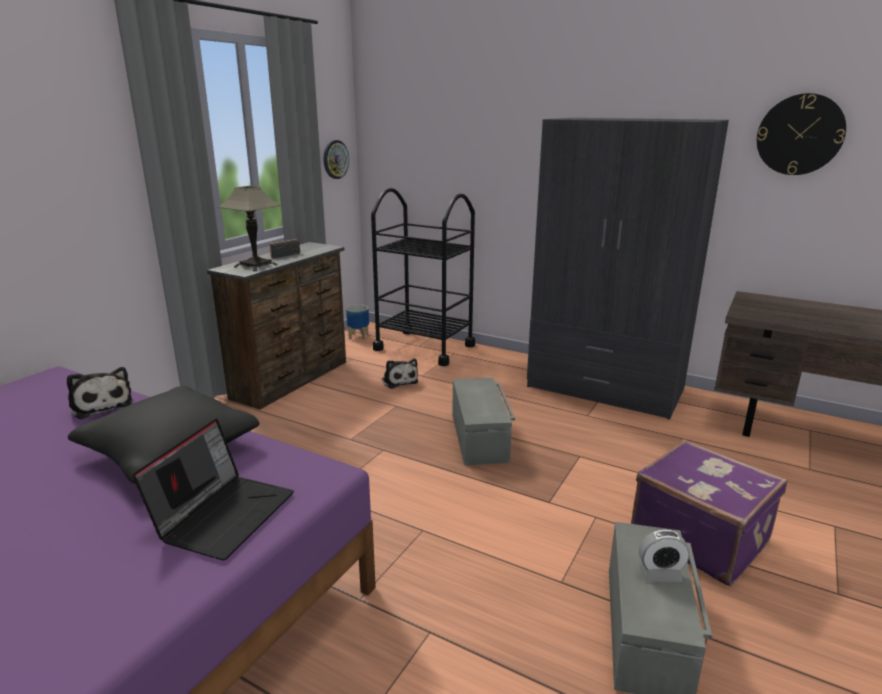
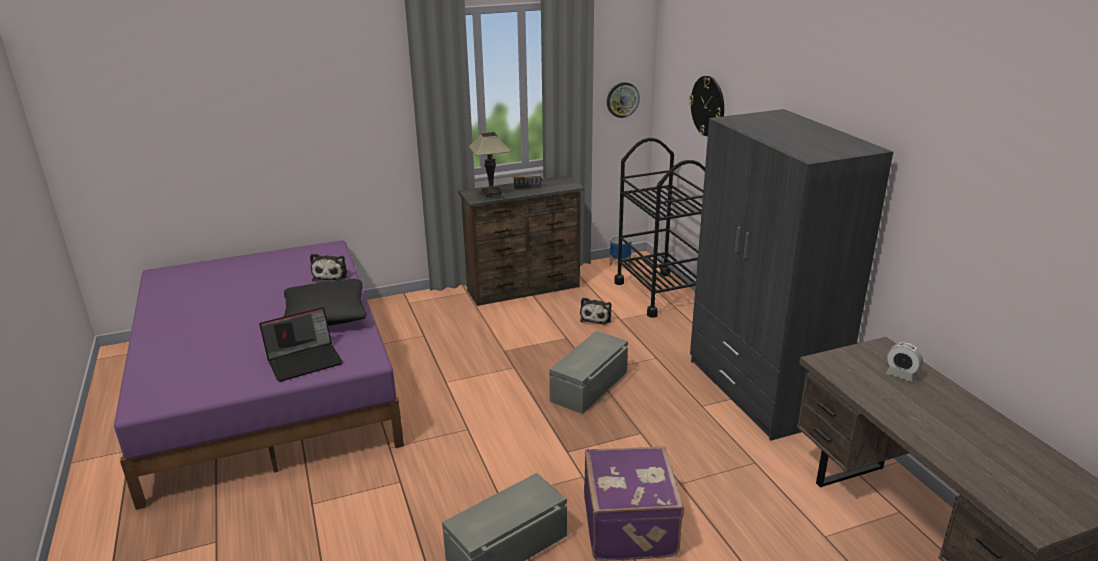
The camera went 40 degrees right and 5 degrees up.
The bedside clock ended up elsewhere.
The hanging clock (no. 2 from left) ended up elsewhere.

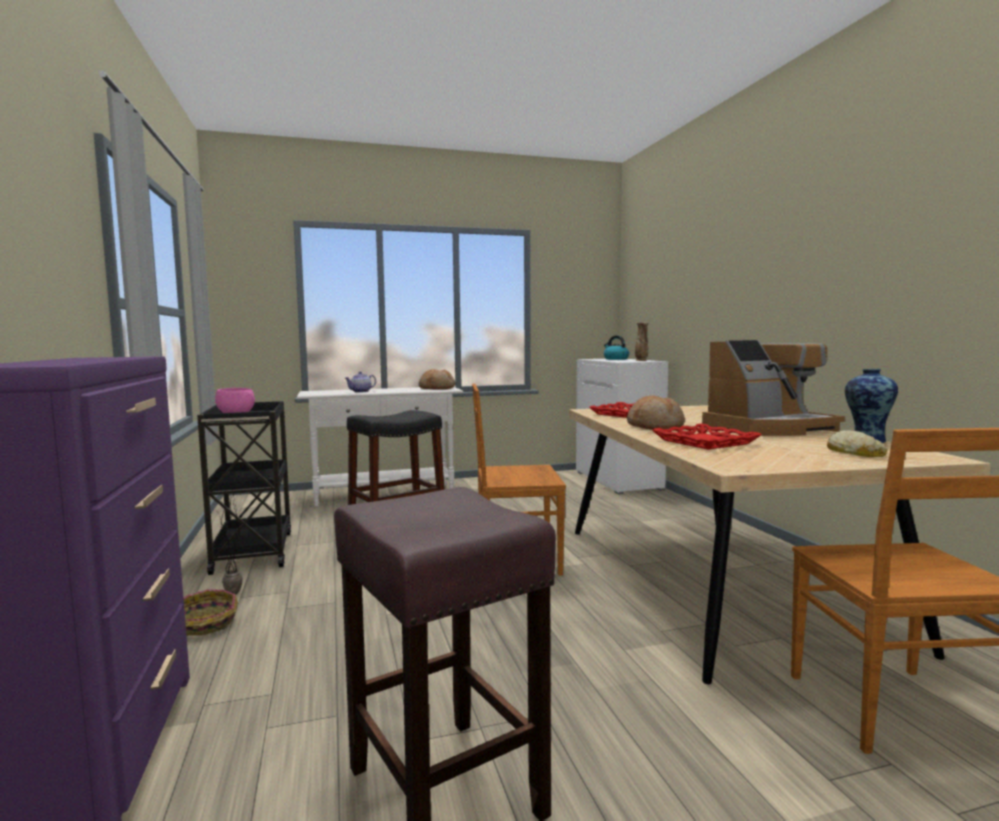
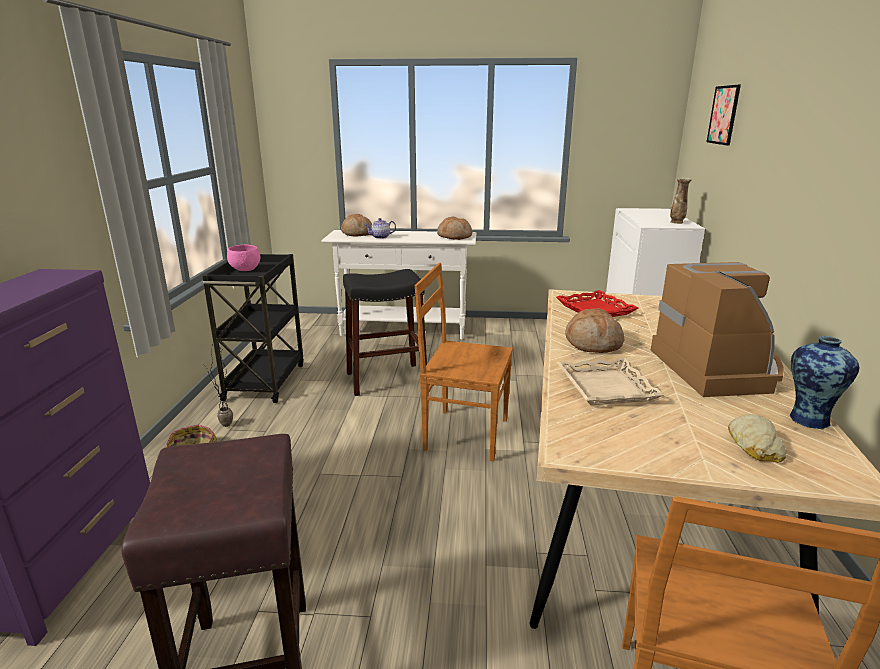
The camera went 20 degrees right and 15 degrees up.
The second view lost the kettle.
What was the red serving tray (no. 2 from left) turned into the beige-coloured serving tray.
The coffee maker ended up facing another way, 90 degrees counterclockwise from before.
The second view gained the bakery bread (no. 1 from left).
The second view gained the wall picture.

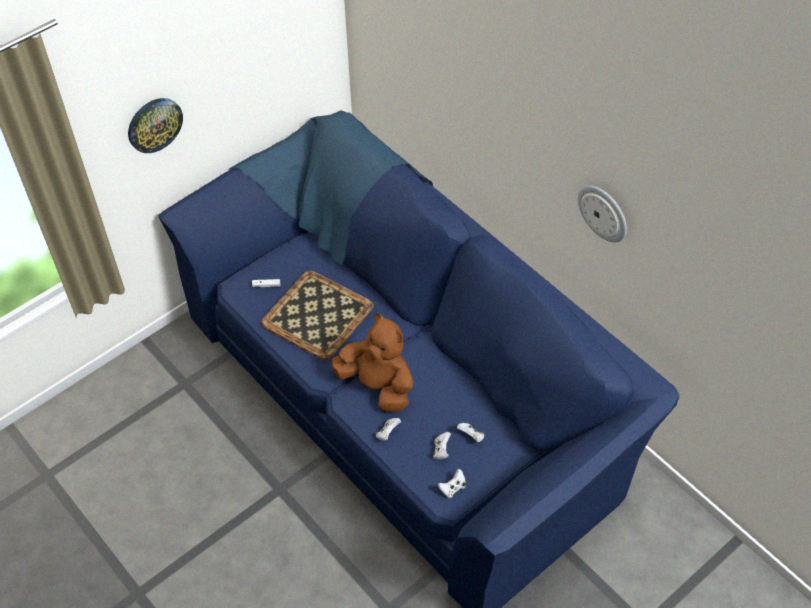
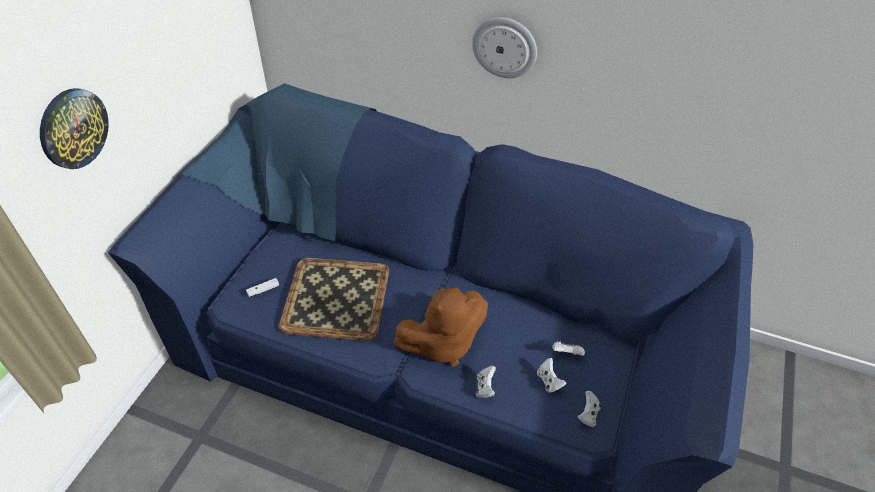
The camera went 30 degrees left and 5 degrees down.
The brown soft toy ended up facing another way, 150 degrees clockwise from before.
The hanging clock (no. 2 from left) ended up elsewhere.

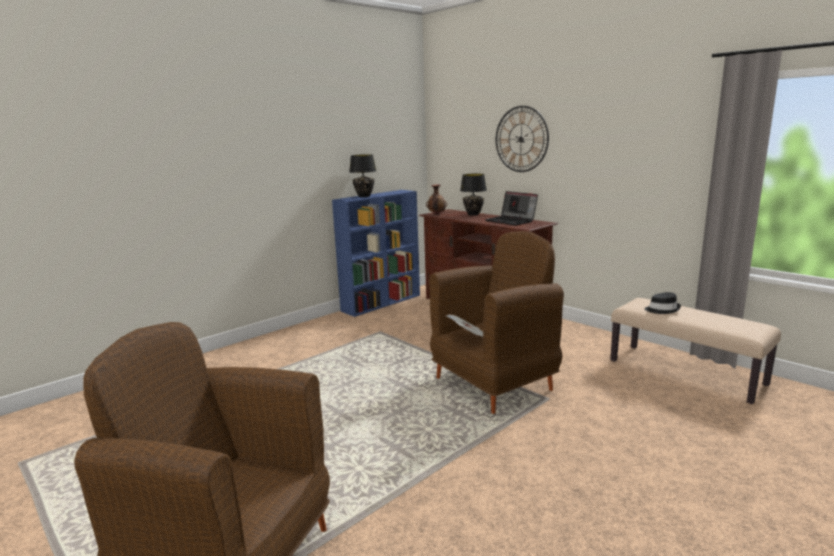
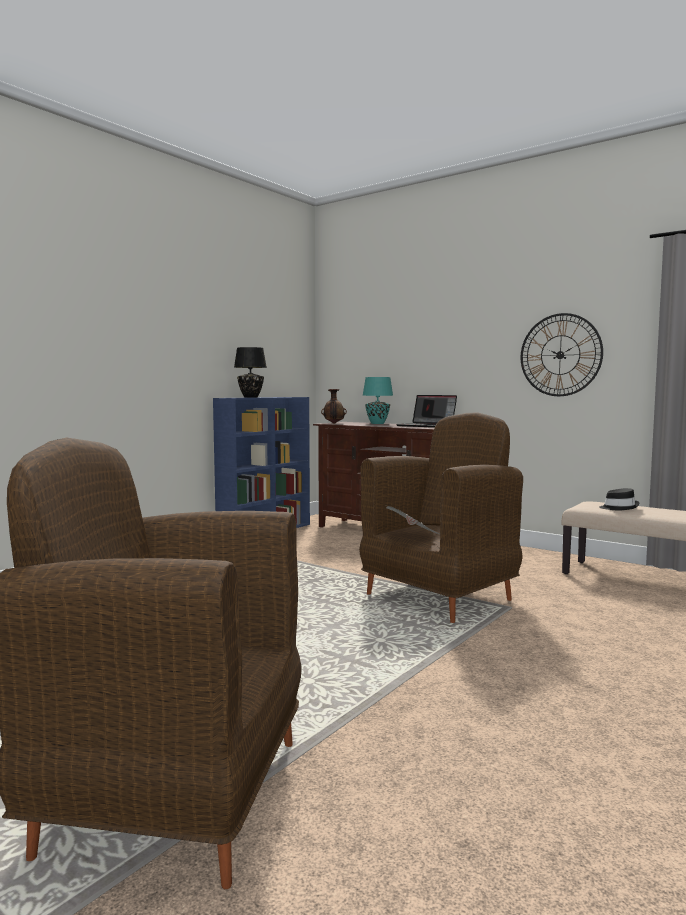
The camera went 10 degrees left and 10 degrees down.
What was the black lamp for a table (no. 2 from left) turned into the turquoise-coloured lamp for a table.
The hanging clock ended up elsewhere.

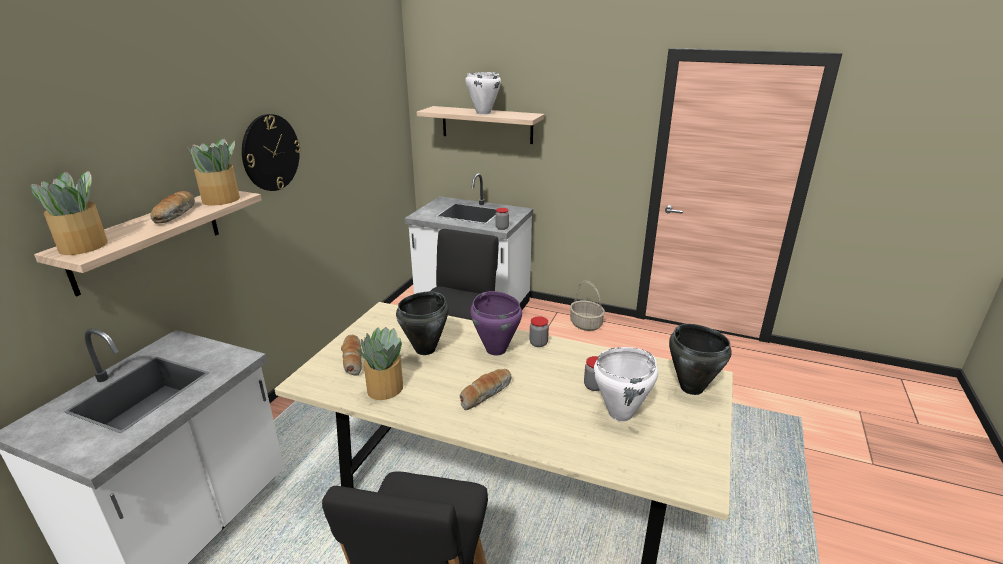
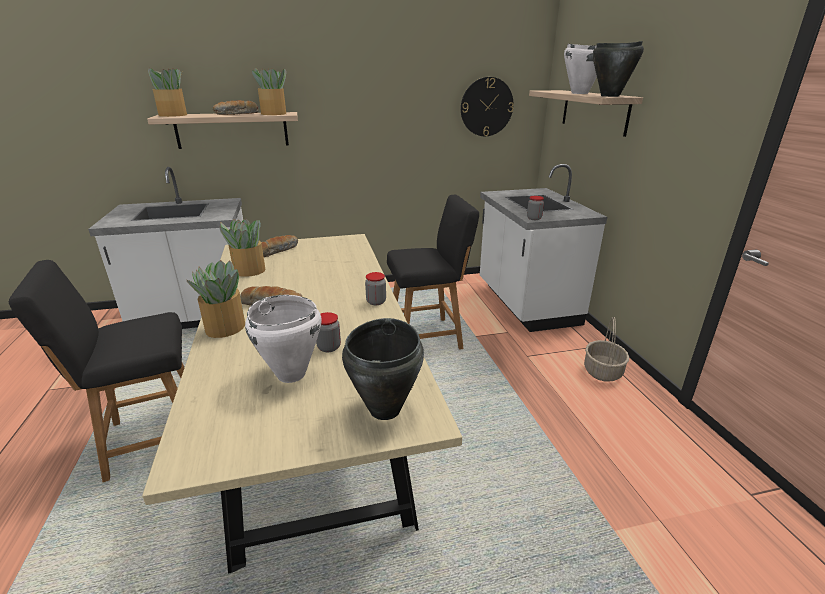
The camera went 55 degrees right and 0 degrees up.
The hanging clock ended up elsewhere.
The black saucepot (no. 1 from left in the first image) ended up elsewhere.
The second view lost the purplish saucepot.
The second view gained the houseplant (no. 2 from left).

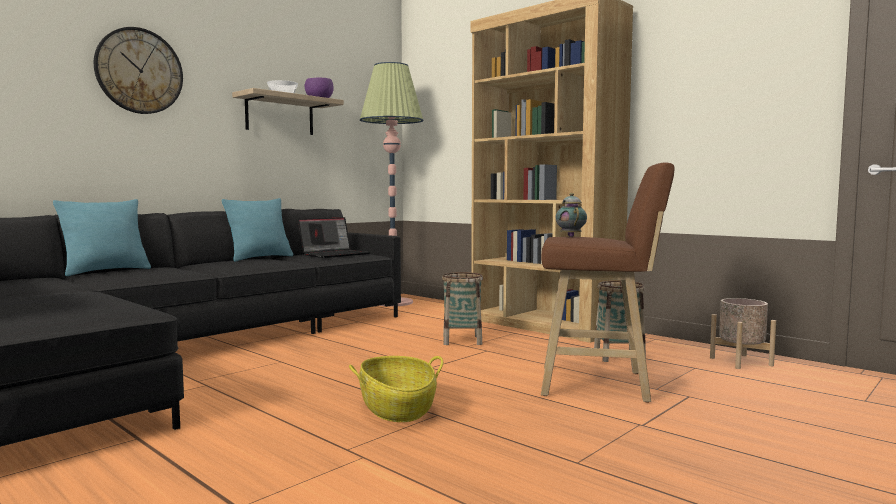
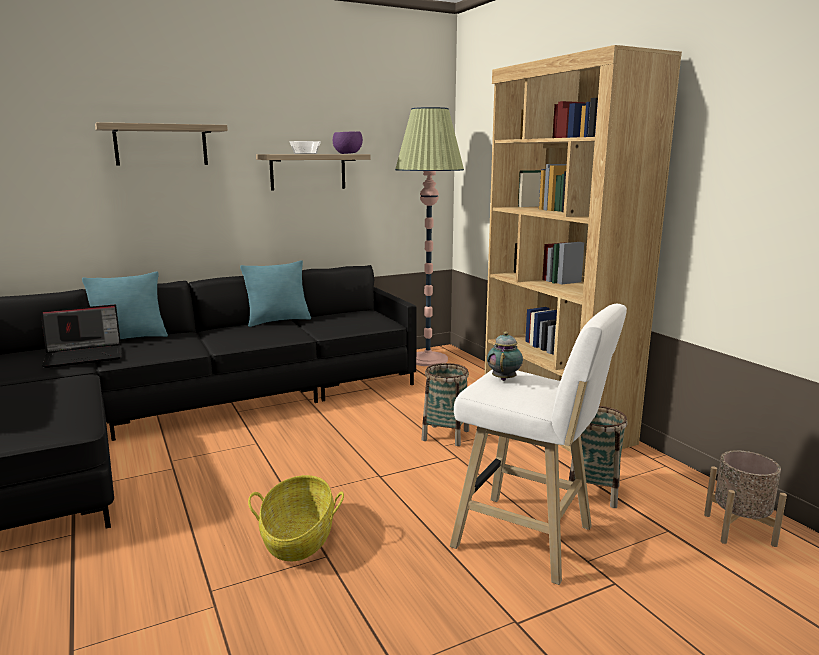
The camera went 20 degrees right and 10 degrees up.
Where the hanging clock hung, the bracket shelf (no. 1 from left) came to hang.
The notebook computer ended up elsewhere.
What was the brown stool seat turned into the white stool seat.

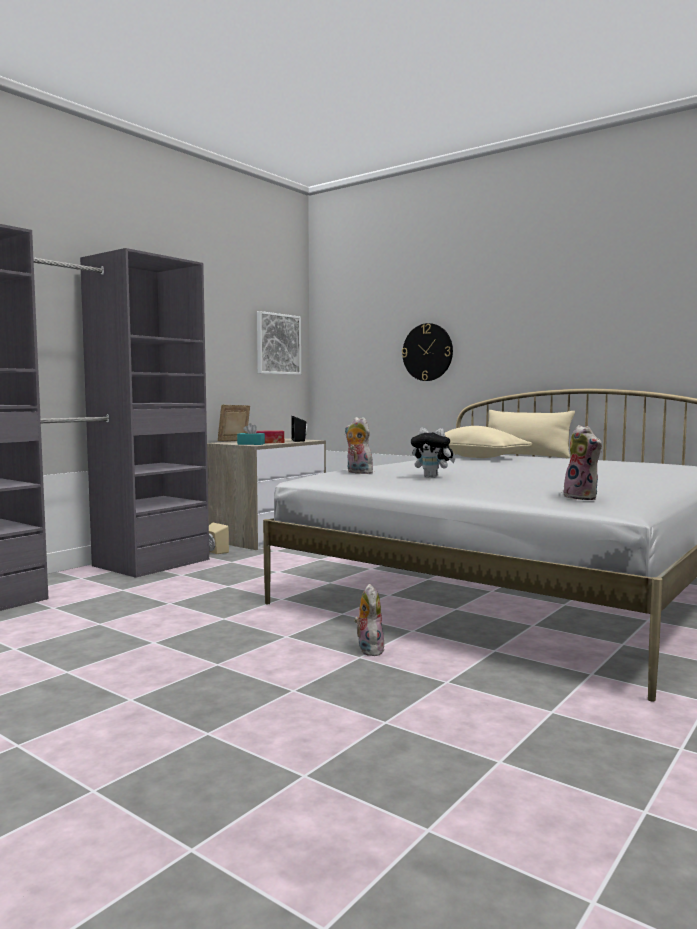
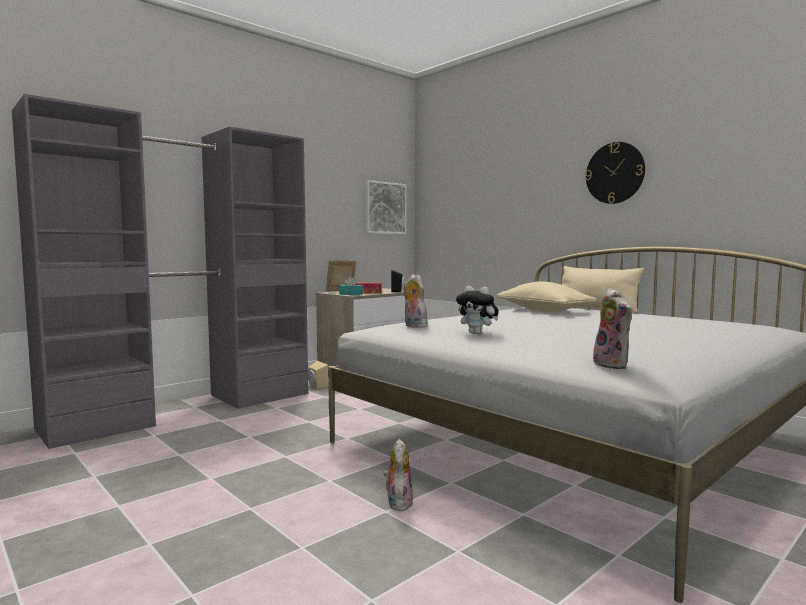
The camera went 10 degrees right and 0 degrees up.
The hanging clock ended up elsewhere.

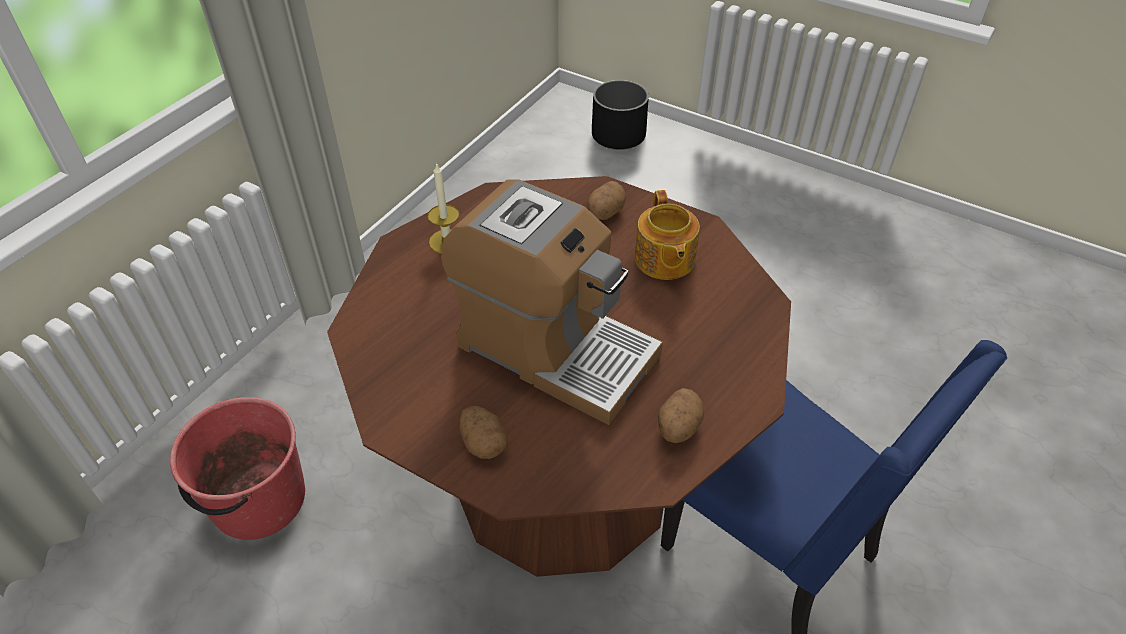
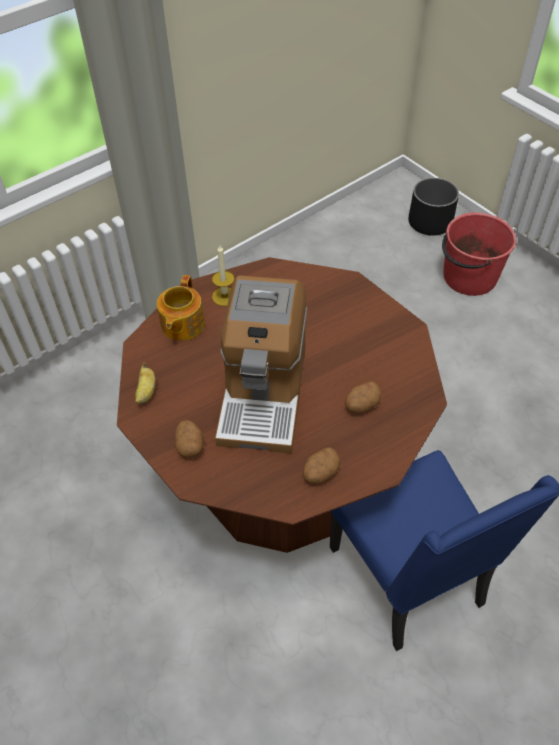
The camera went 20 degrees right and 5 degrees up.
The red pail ended up elsewhere.
The coffee maker ended up facing another way, 45 degrees clockwise from before.
The potato (no. 2 from left in the first image) ended up elsewhere.
The pot for tea ended up elsewhere.
The second view gained the banana fruit.

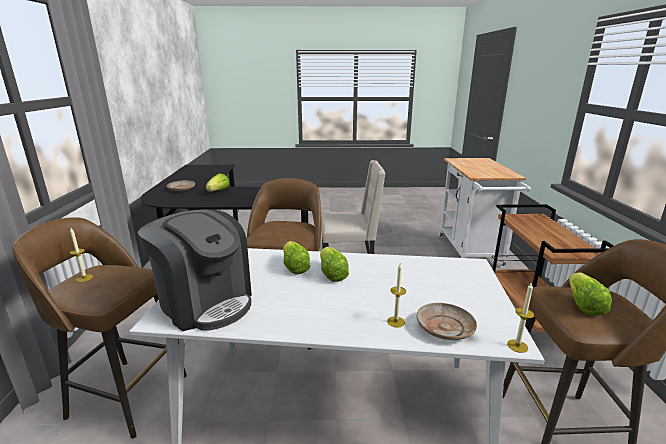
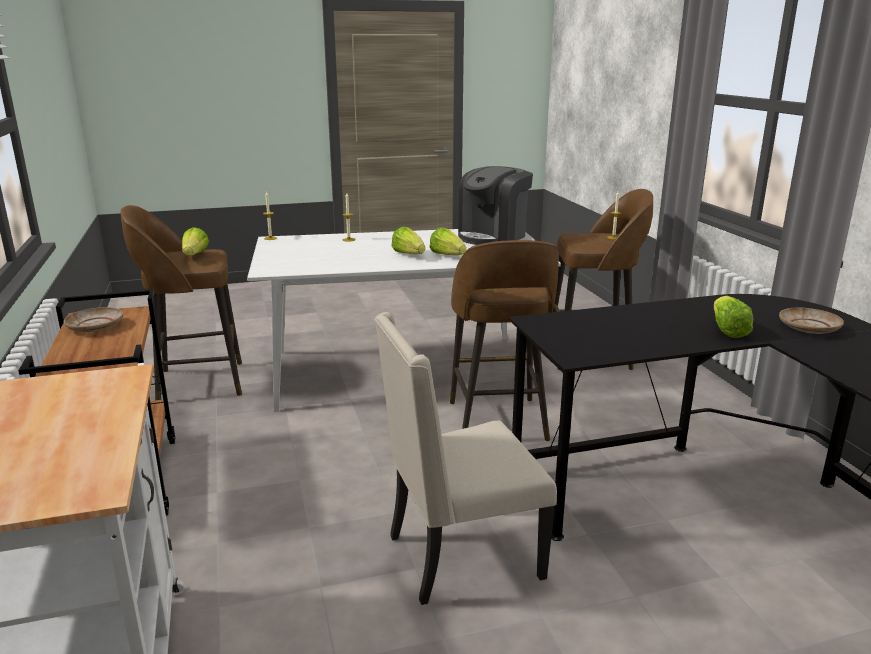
The camera went 165 degrees right and 0 degrees up.
The coffee maker ended up facing another way, 75 degrees counterclockwise from before.
The beige-coloured dinner plate (no. 2 from left in the first image) ended up elsewhere.

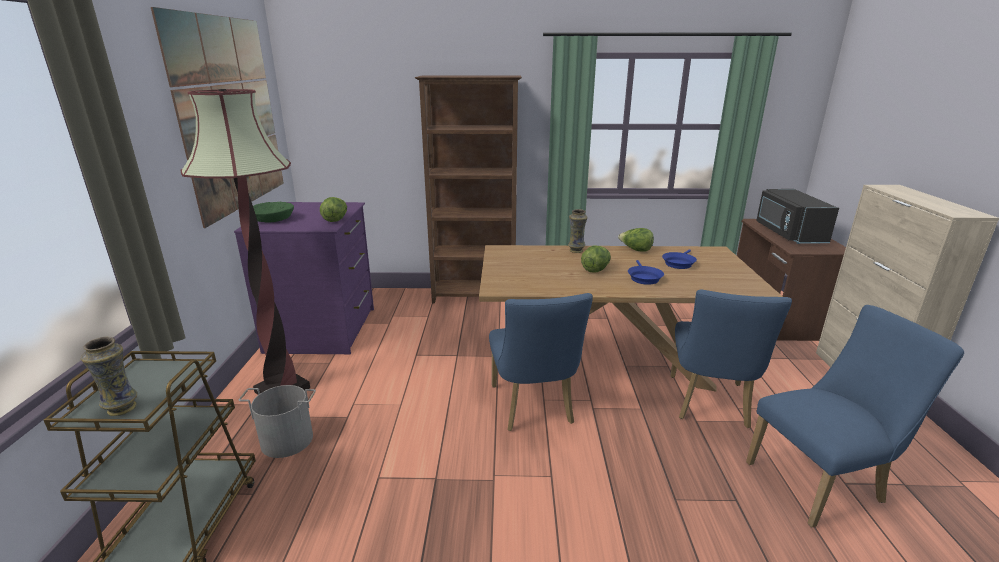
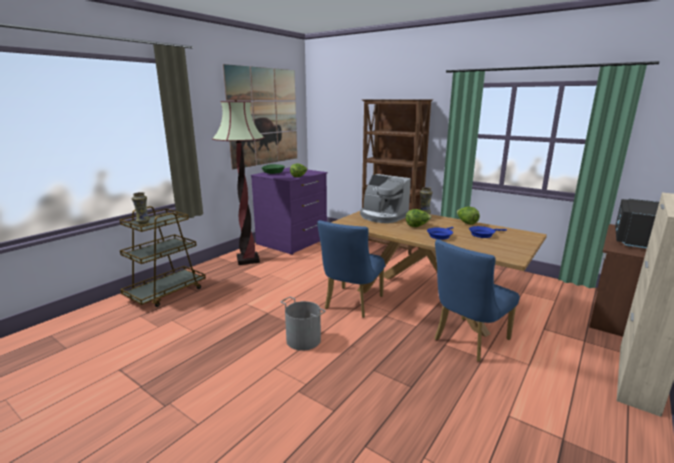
The camera went 35 degrees right and 5 degrees down.
The grey pail ended up elsewhere.
The second view lost the bluish plain chair (no. 3 from left).
The second view gained the coffee maker.

